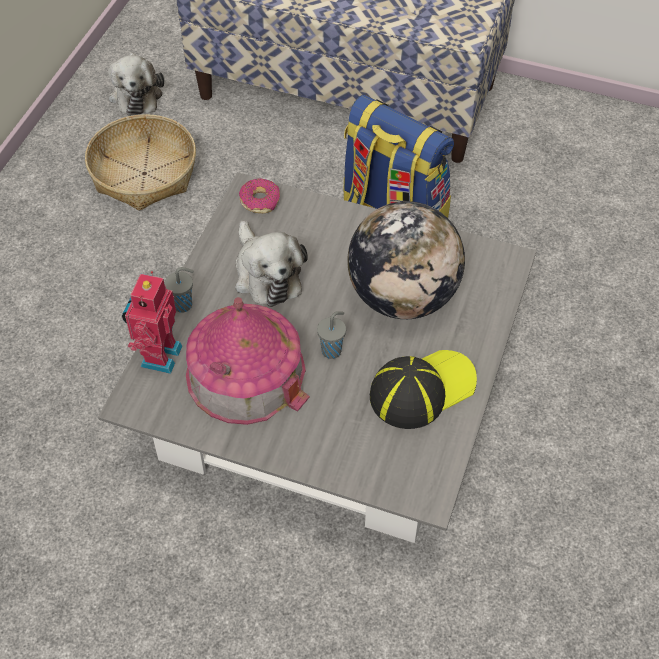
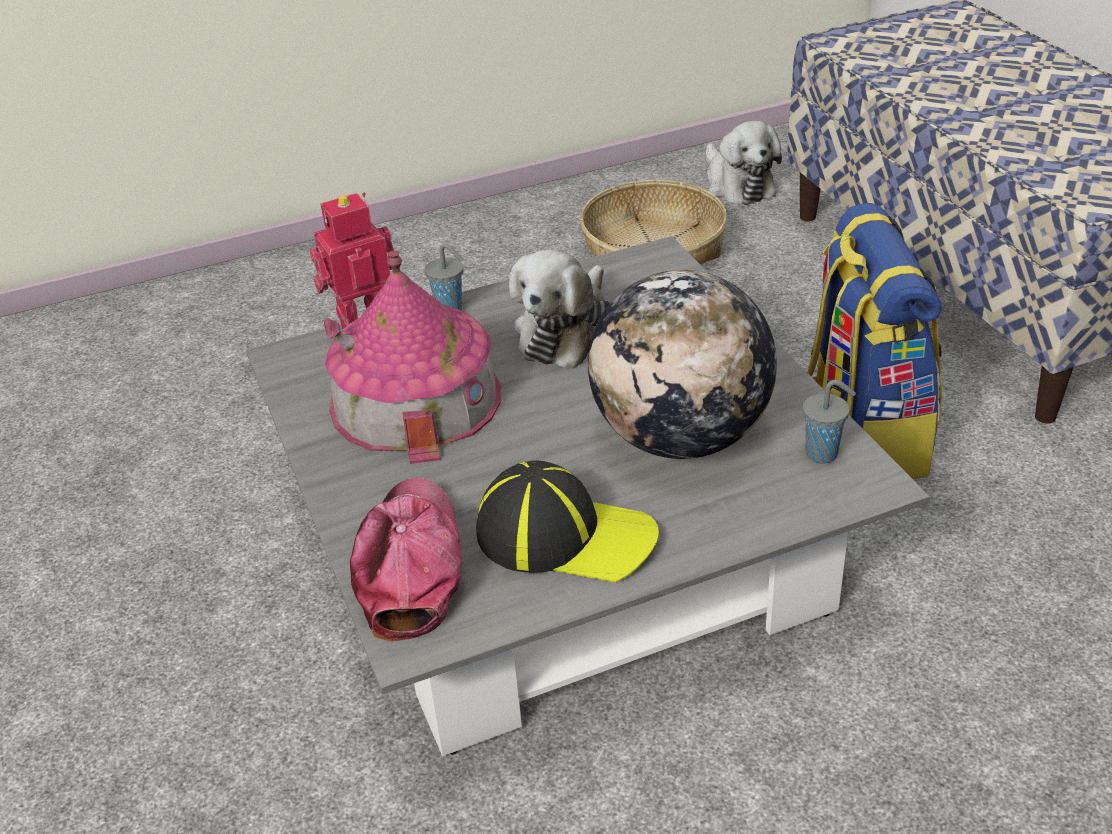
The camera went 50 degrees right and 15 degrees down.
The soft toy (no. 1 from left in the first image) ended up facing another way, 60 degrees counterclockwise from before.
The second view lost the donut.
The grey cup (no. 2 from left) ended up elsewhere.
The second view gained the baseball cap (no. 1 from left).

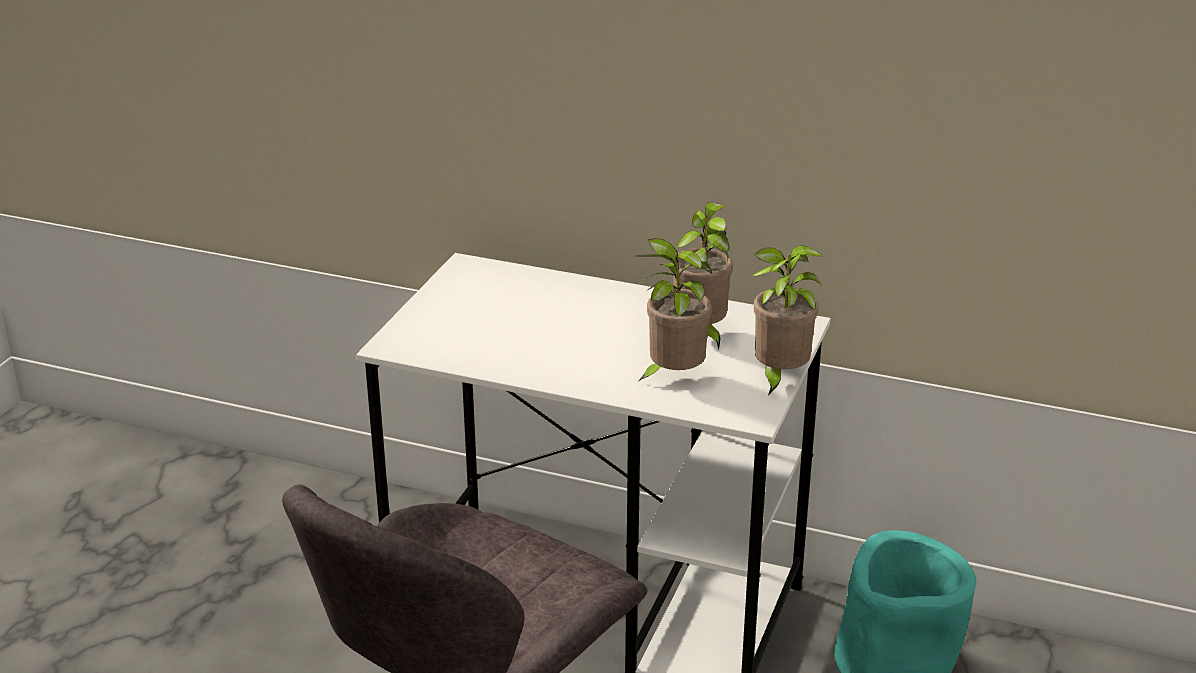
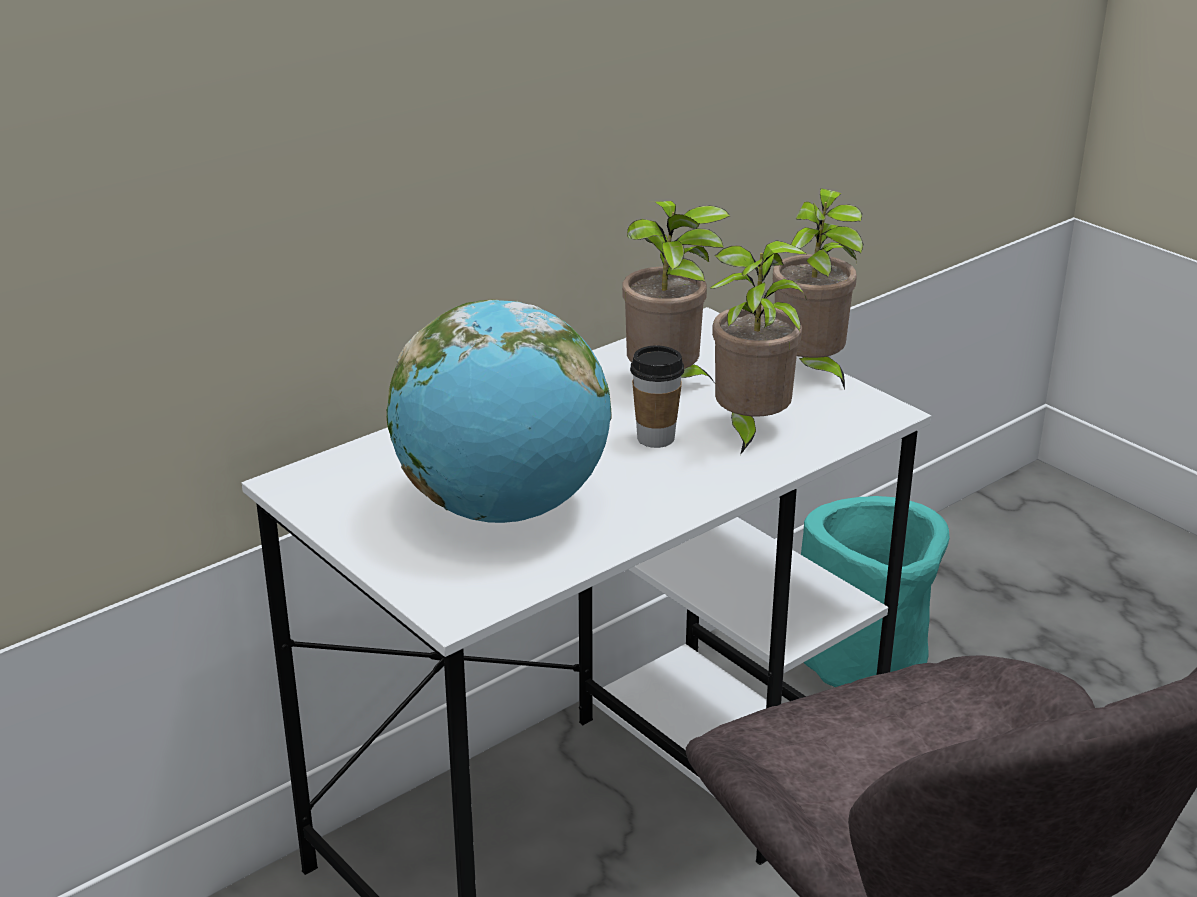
The camera went 60 degrees left and 0 degrees up.
The second view gained the world globe.
The second view gained the cup.

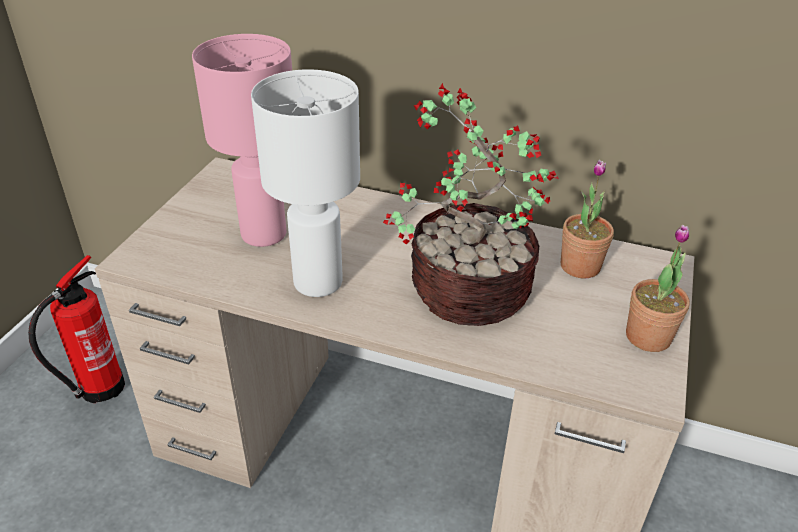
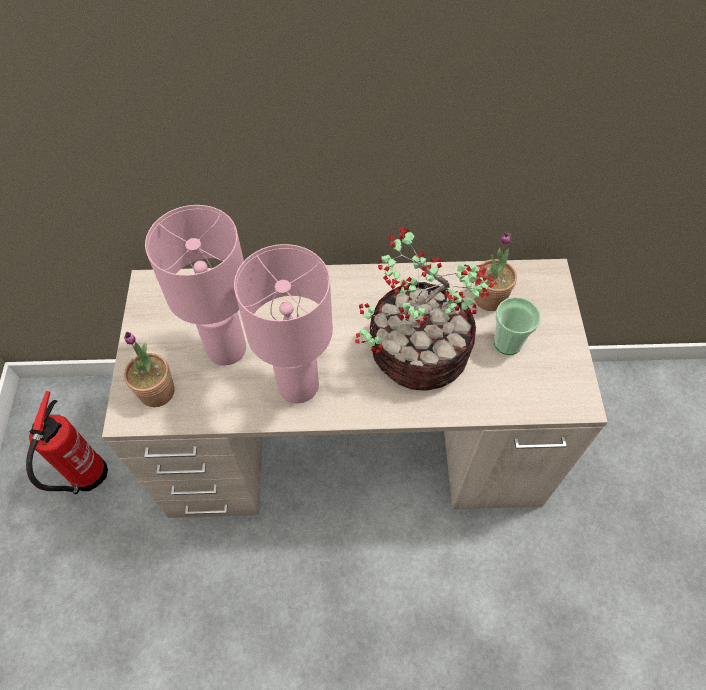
The camera went 20 degrees left and 20 degrees up.
What was the white lamp for a table turned into the pink-coloured lamp for a table (no. 2 from left).
The houseplant (no. 3 from left in the first image) ended up elsewhere.
The second view gained the cup.

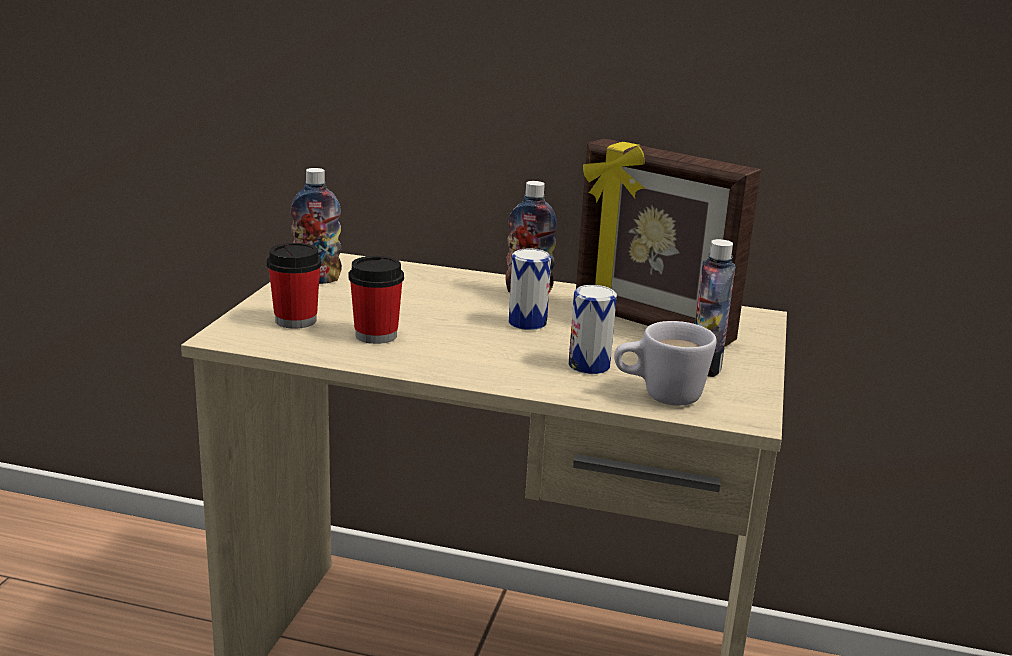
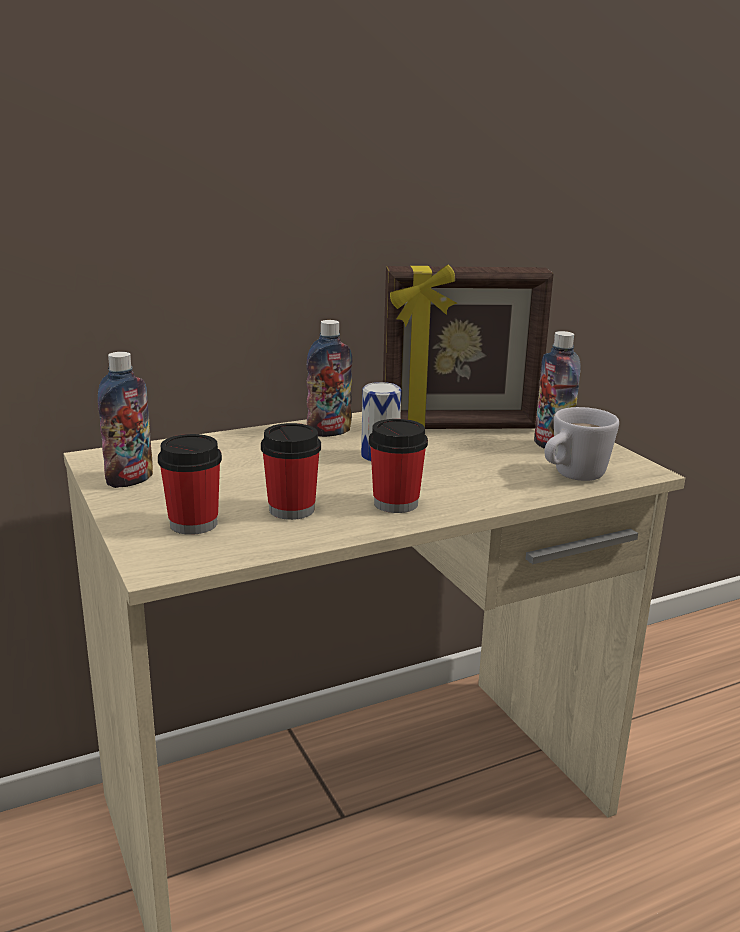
The camera went 40 degrees left and 0 degrees up.
The second view lost the can (no. 2 from left).
The second view gained the cup (no. 3 from left).

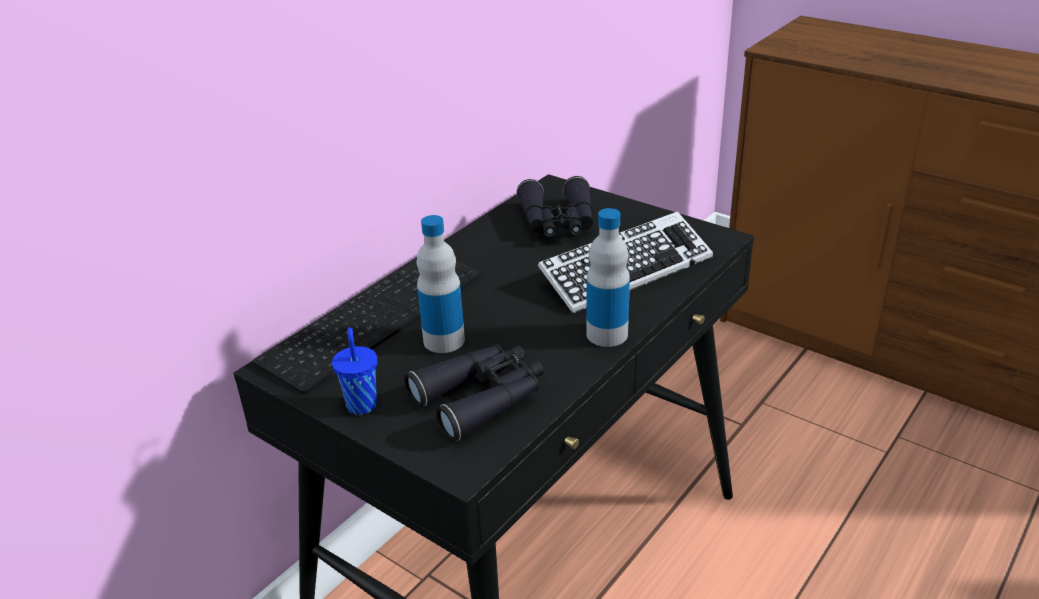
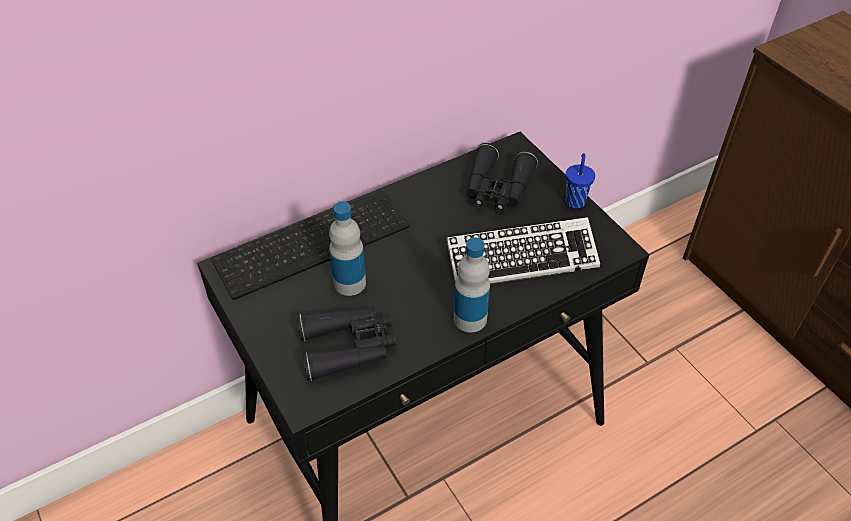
The camera went 20 degrees right and 15 degrees up.
The bluish cup ended up elsewhere.

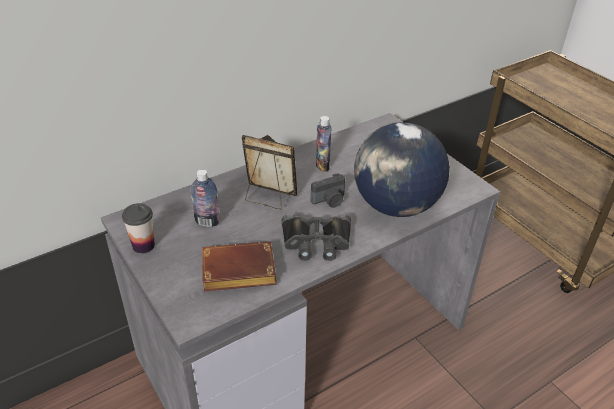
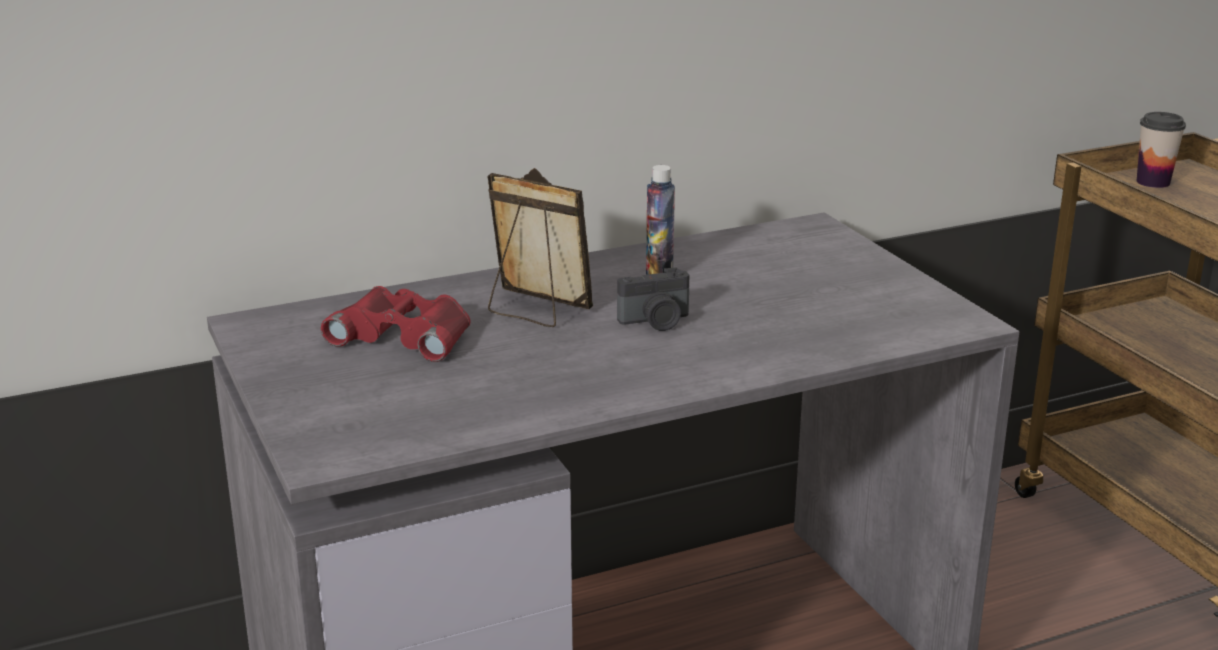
The camera went 10 degrees right and 15 degrees down.
The cup ended up elsewhere.
Where the beverage bottle (no. 1 from left) stood, the red field glasses came to stand.
The second view lost the brown book.
The second view lost the black field glasses.
The second view lost the world globe.

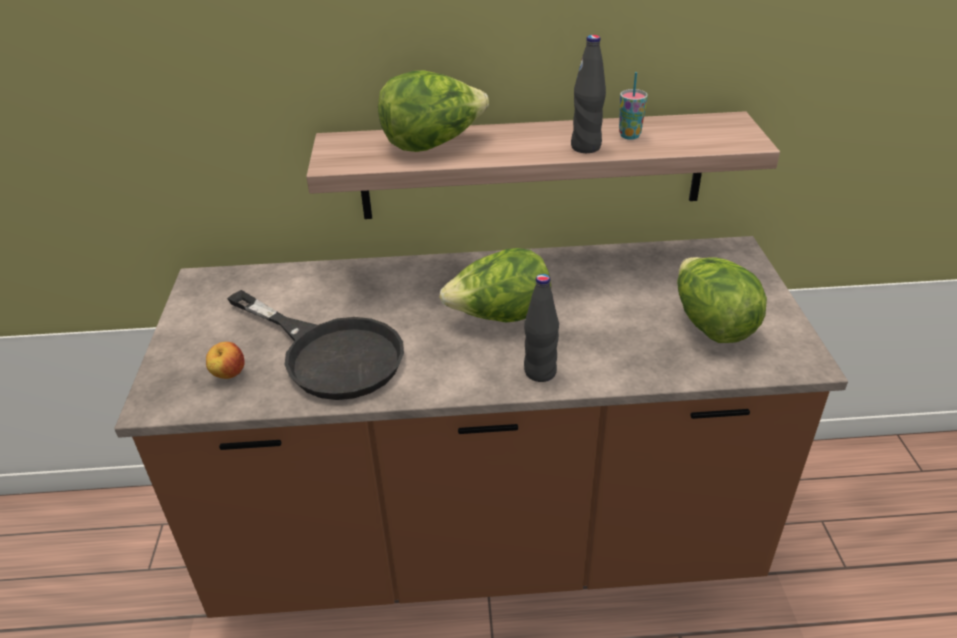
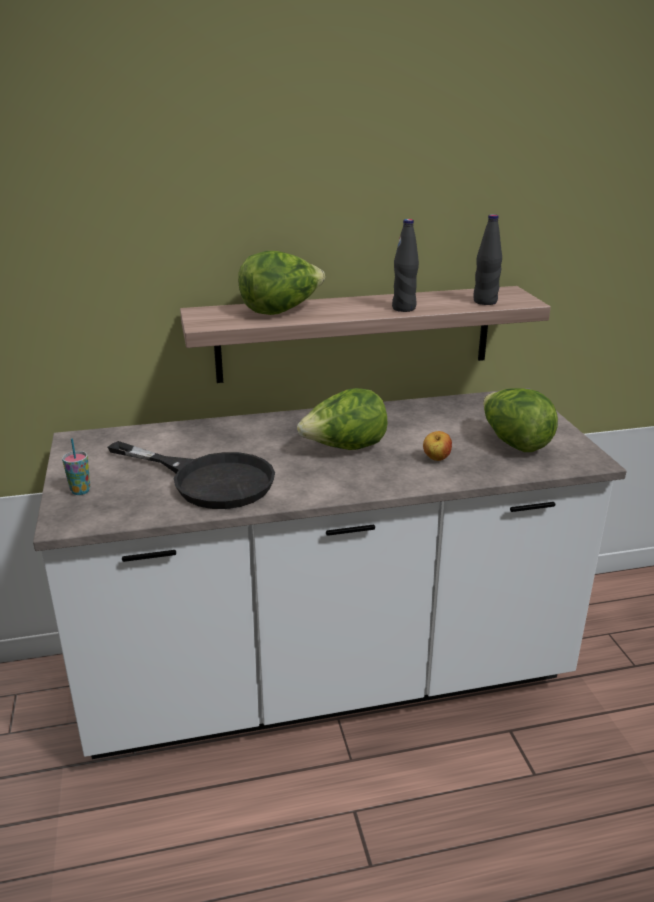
The camera went 10 degrees left and 10 degrees down.
What was the brown kitchen counter turned into the white kitchen counter.
The whole apple ended up elsewhere.
The black beverage bottle (no. 1 from left in the first image) ended up elsewhere.
The cup ended up elsewhere.

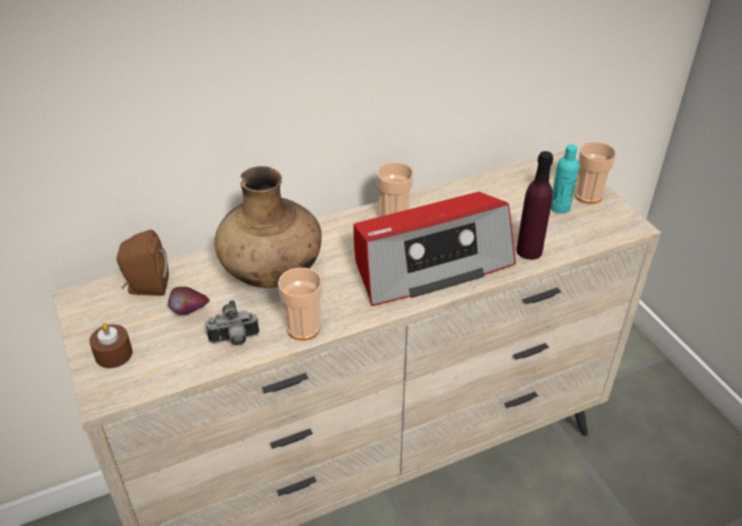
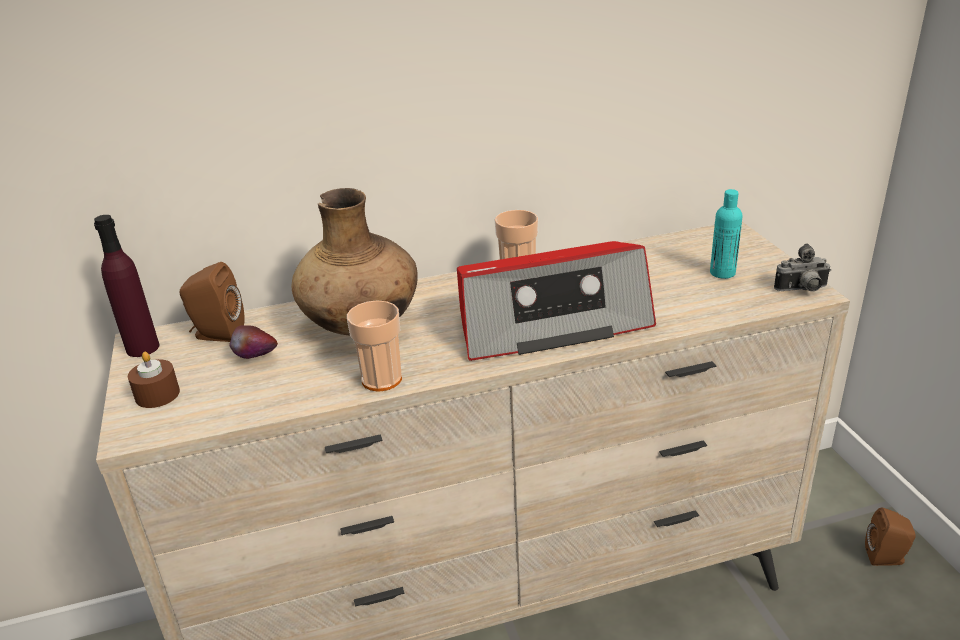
The camera went 10 degrees right and 10 degrees down.
The still camera ended up elsewhere.
The purplish beverage bottle ended up elsewhere.
The second view lost the cup (no. 3 from left).
The second view gained the brown speaker (no. 2 from left).

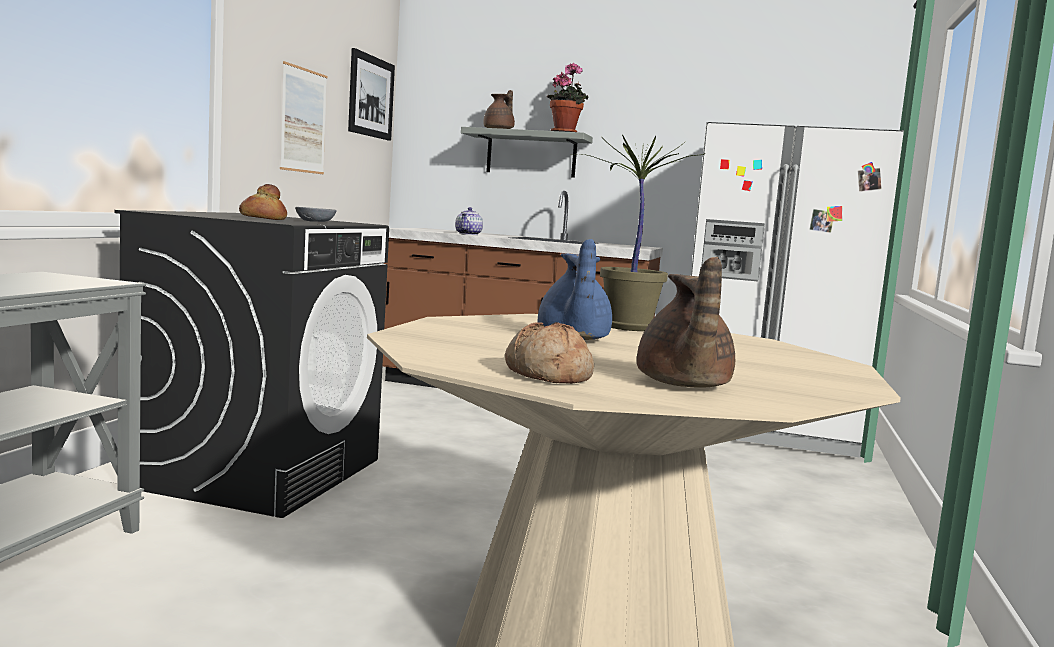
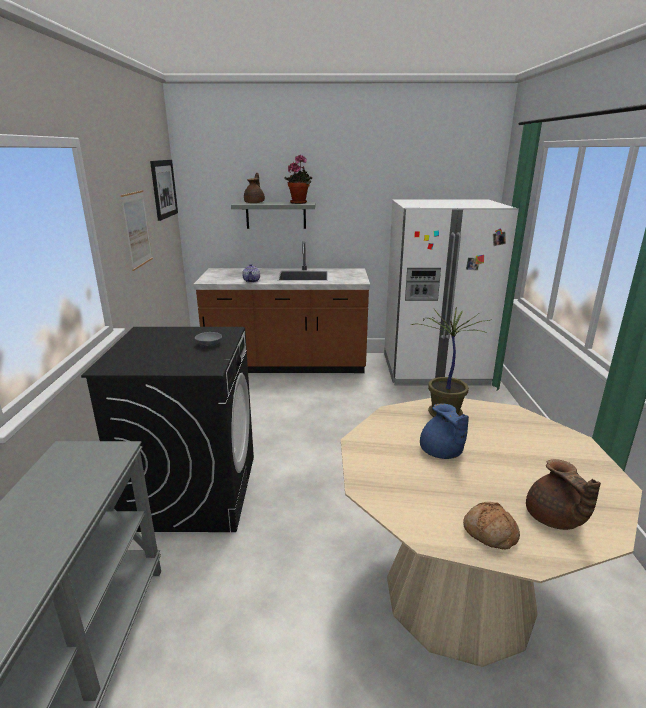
The camera went 15 degrees left and 15 degrees up.
The second view lost the bakery bread (no. 1 from left).

